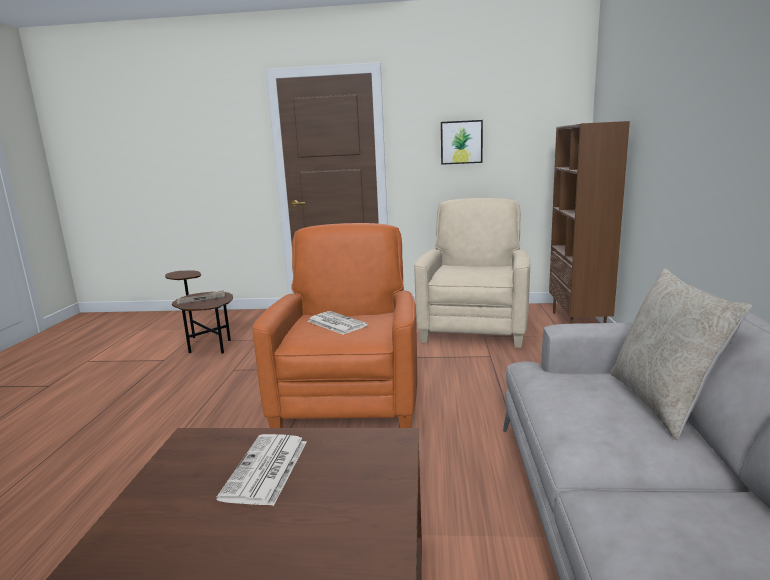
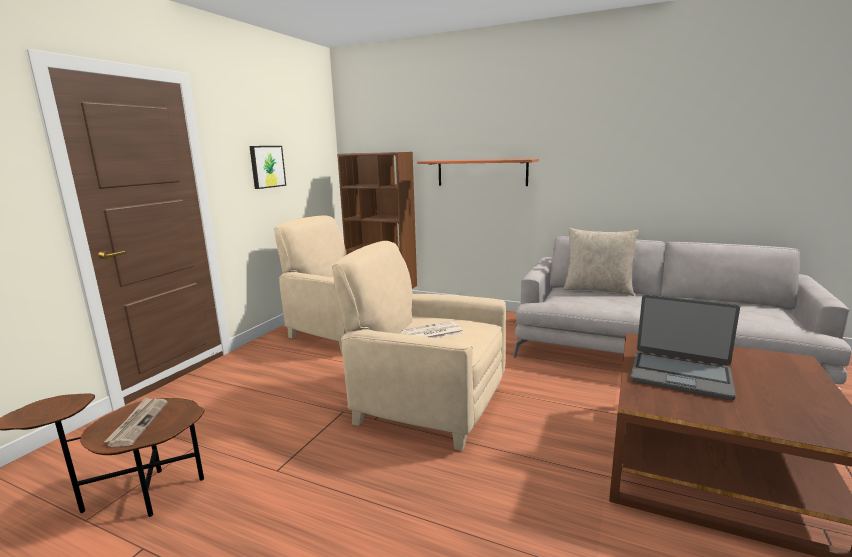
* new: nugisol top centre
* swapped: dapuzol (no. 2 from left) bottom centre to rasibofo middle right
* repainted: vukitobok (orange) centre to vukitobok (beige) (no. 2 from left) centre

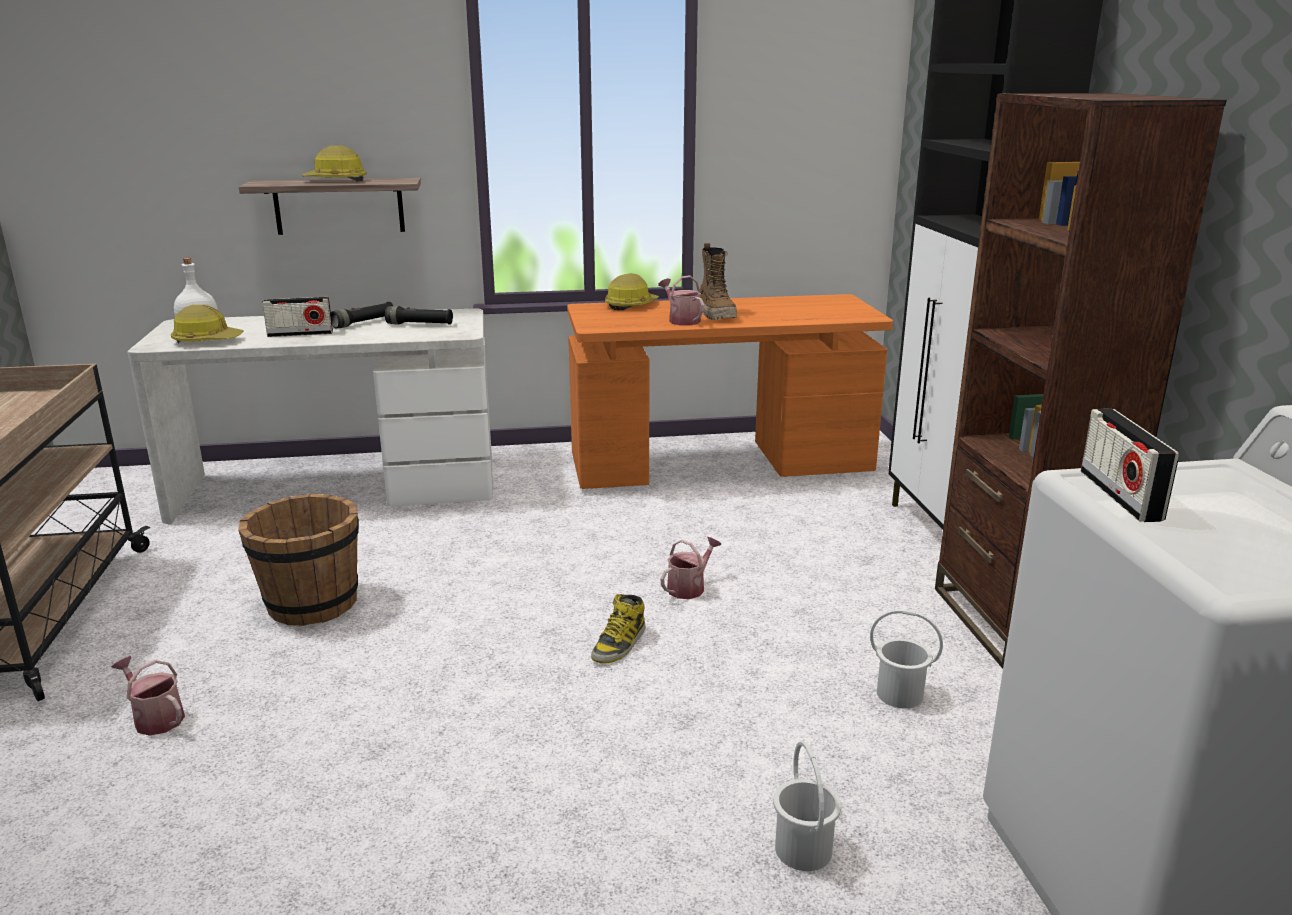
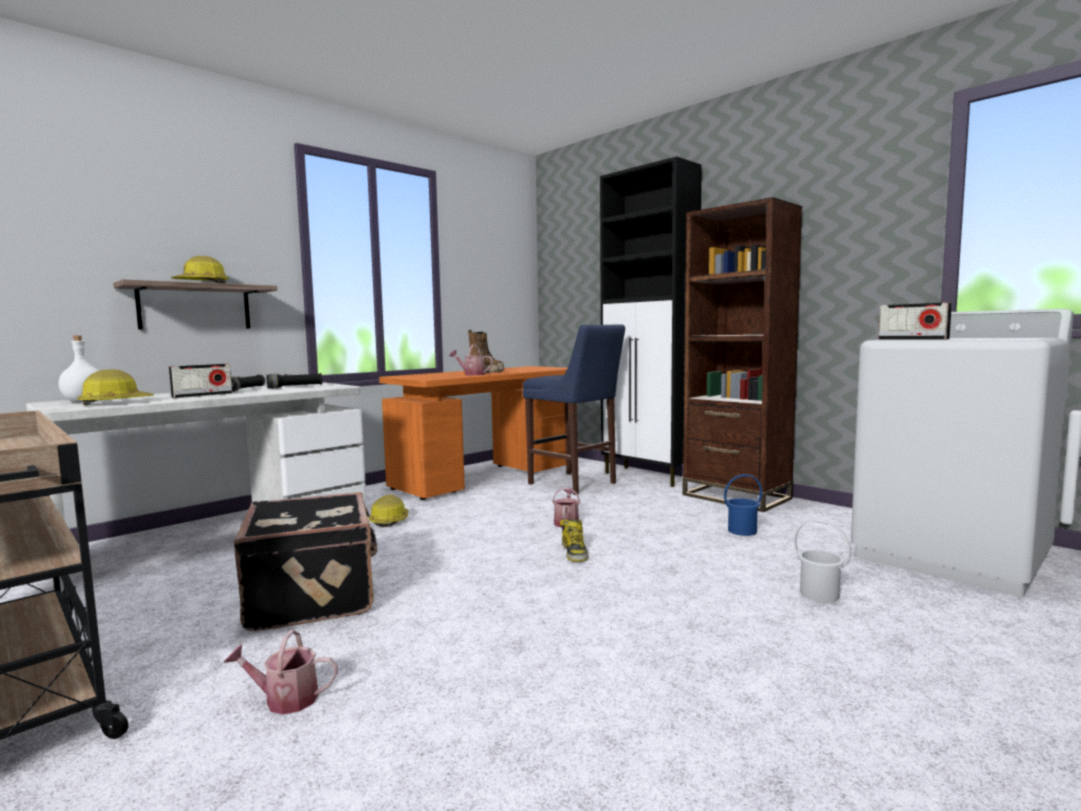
* new: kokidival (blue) centre
* shifted: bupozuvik (no. 3 from left) top centre to centre
* swapped: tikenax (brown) middle left to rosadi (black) bottom left
* repainted: tikenax (white) (no. 2 from left) bottom right to tikenax (blue) middle right

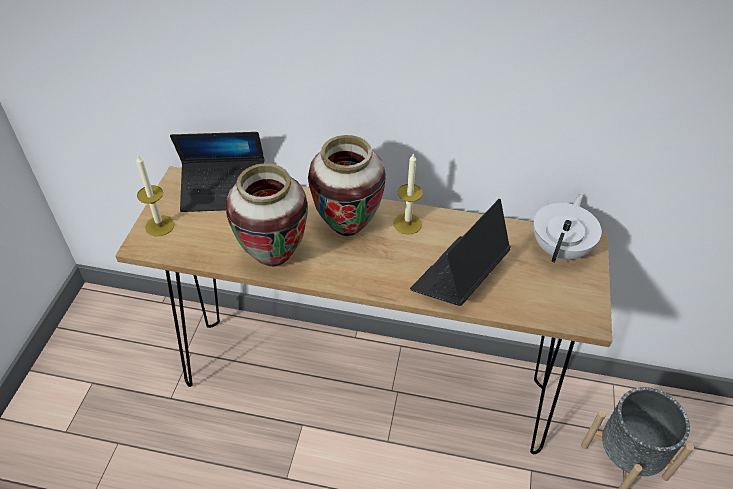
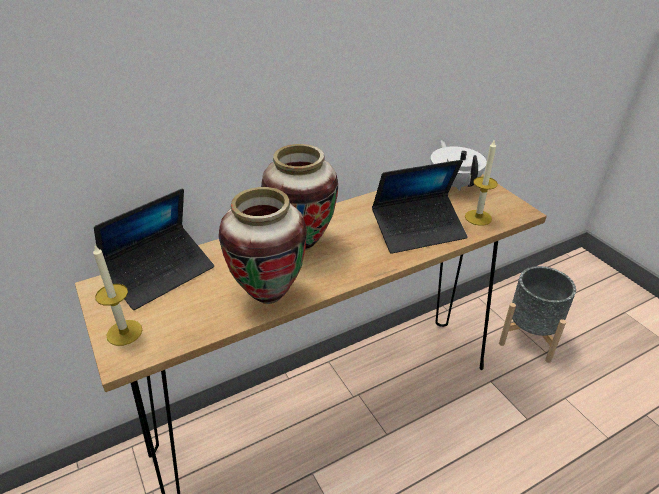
* shifted: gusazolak (no. 2 from left) centre to middle right
* rotated: rasibofo (no. 2 from left) centre = centre 105 degrees counterclockwise

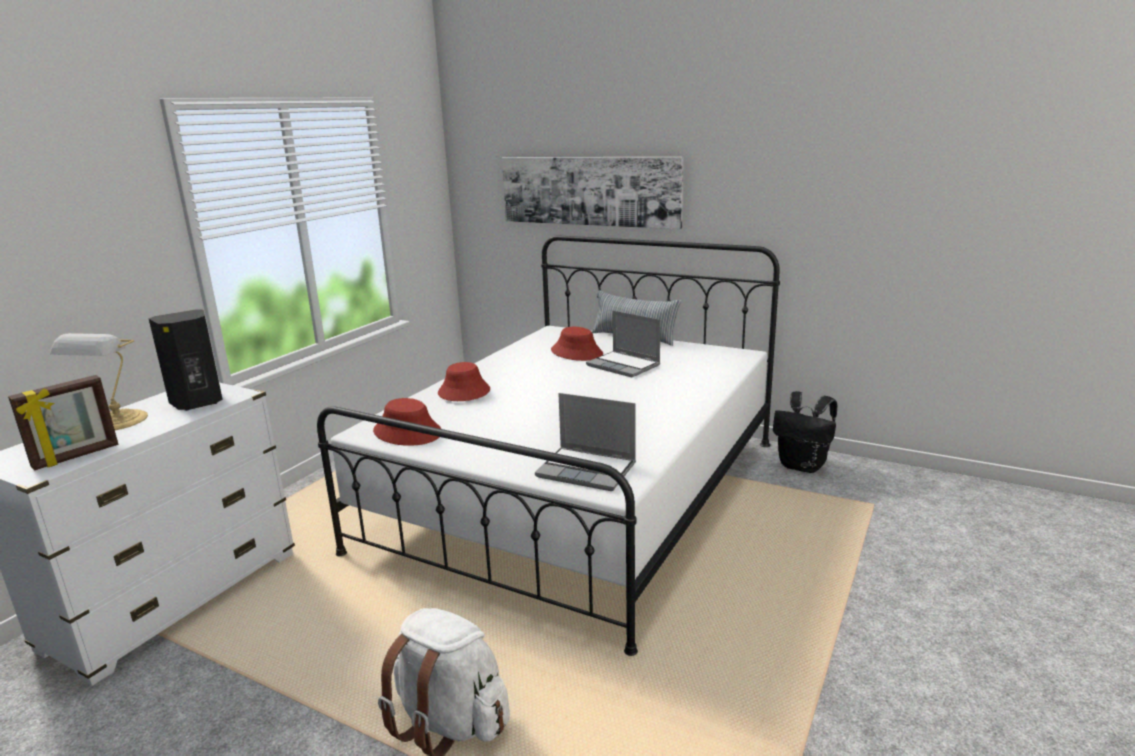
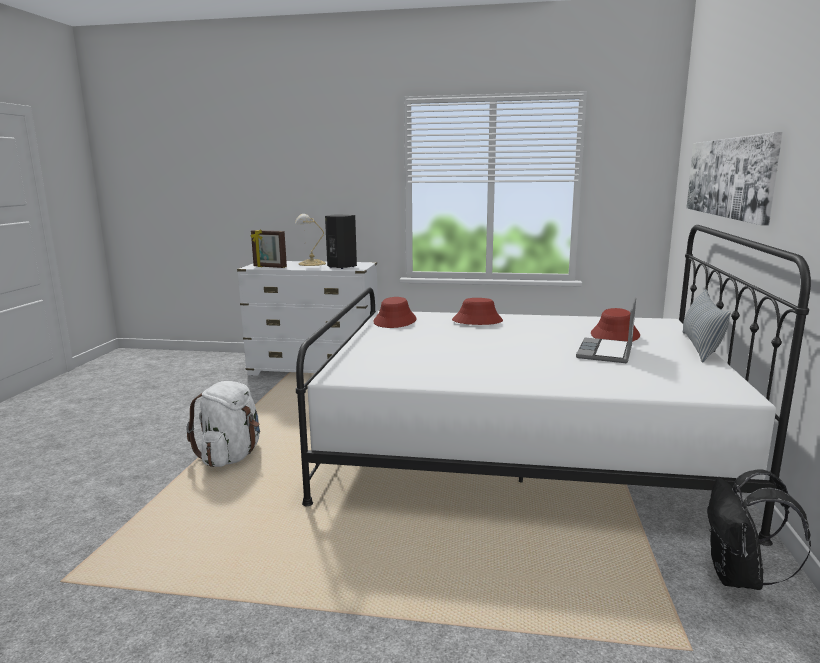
* gone: rasibofo (no. 1 from left) centre

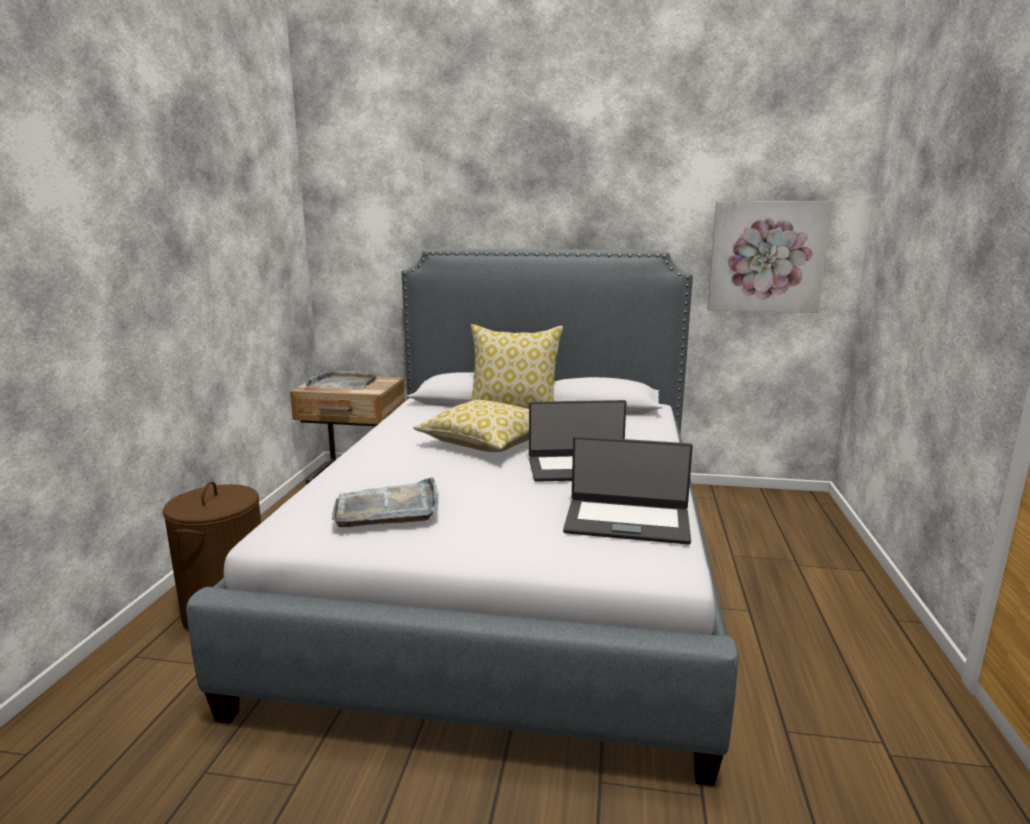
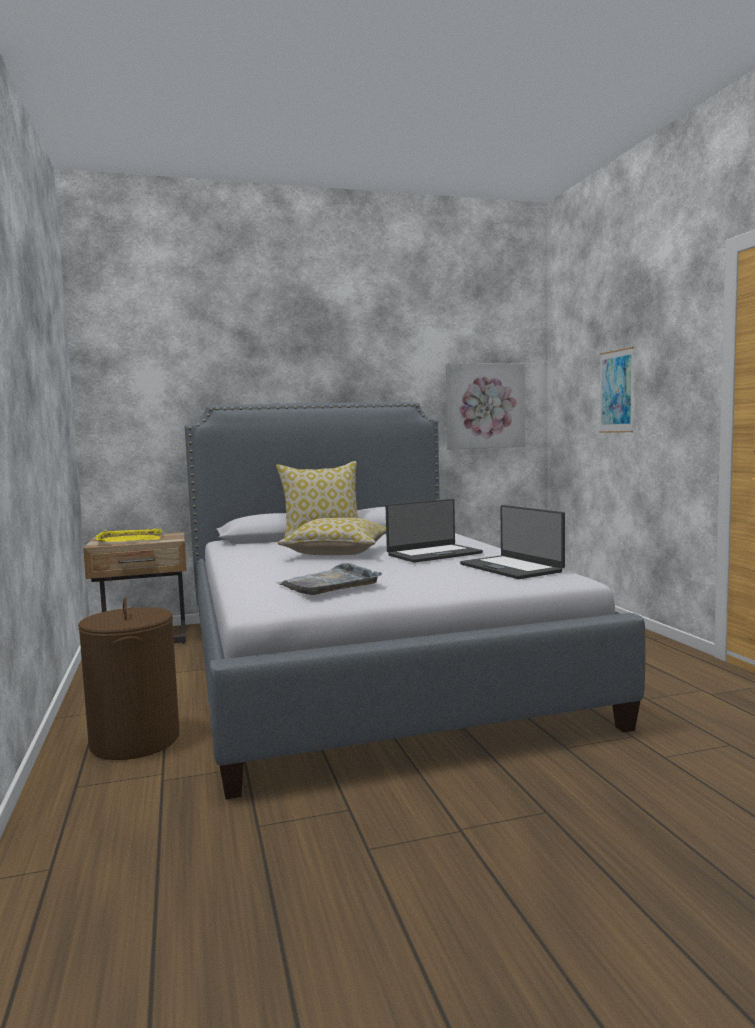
* new: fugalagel (no. 2 from left) middle right
* repainted: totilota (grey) (no. 1 from left) middle left to totilota (yellow) middle left
* rotated: rasibofo (no. 2 from left) centre = middle right 75 degrees clockwise

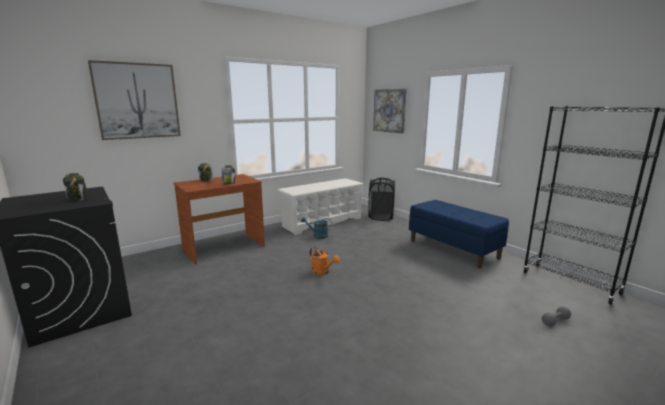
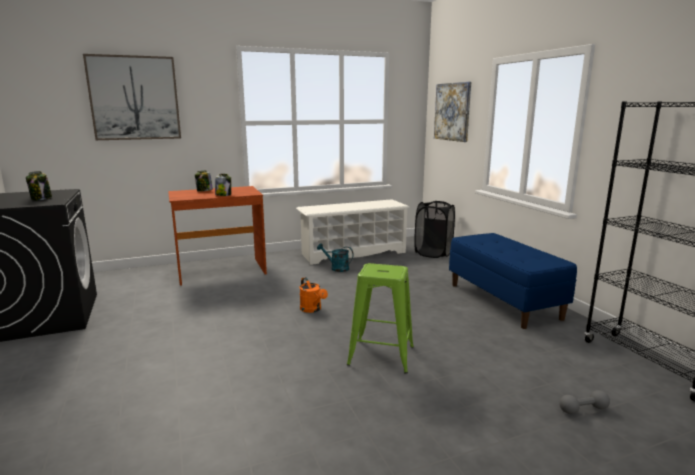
* new: kokidival (green) bottom centre

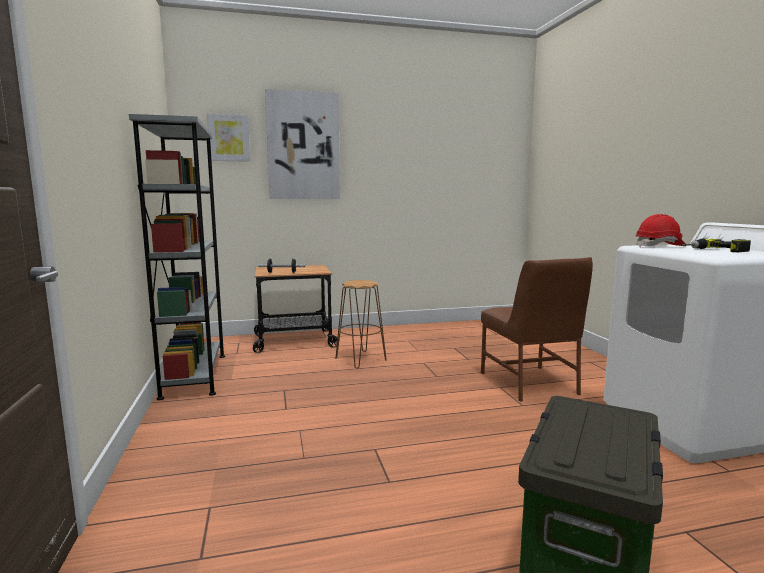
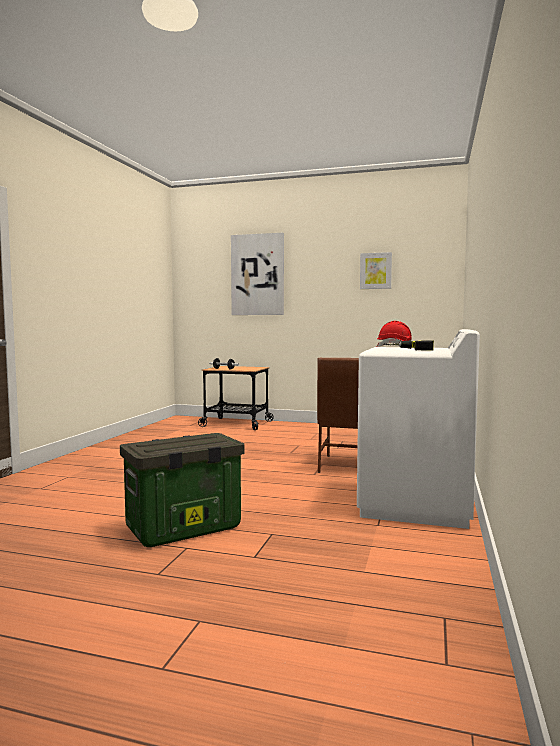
* gone: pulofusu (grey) middle left
* gone: kokidival (brown) centre
* shifted: fugalagel (no. 1 from left in the first image) top left to fugalagel (no. 2 from left) middle right

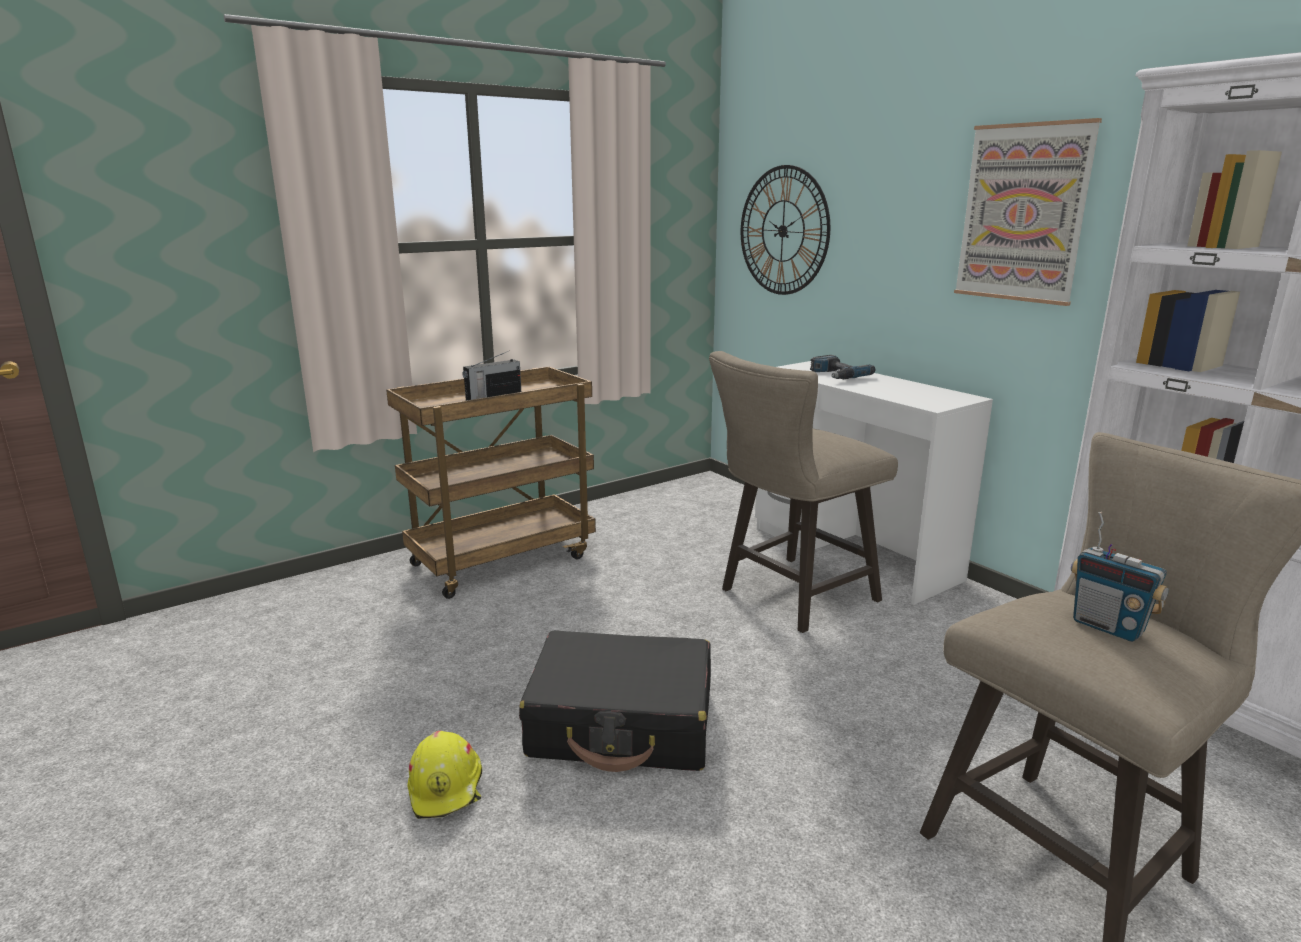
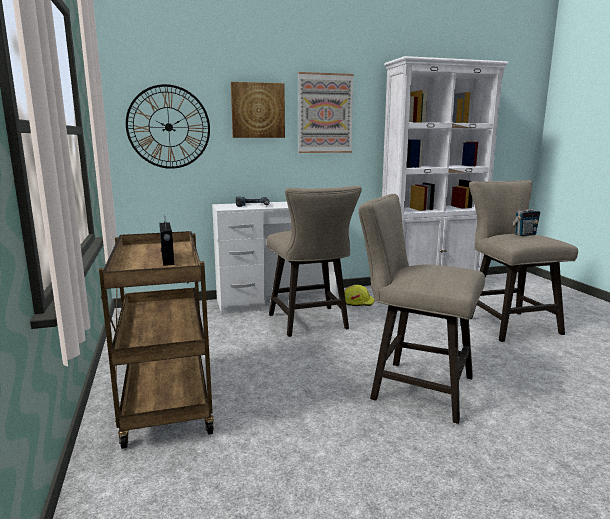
* new: fugalagel (no. 1 from left) top centre
* shifted: bupozuvik (yellow) bottom centre to centre
* swapped: rosadi (black) bottom centre to kokidival (beige) (no. 2 from left) middle right

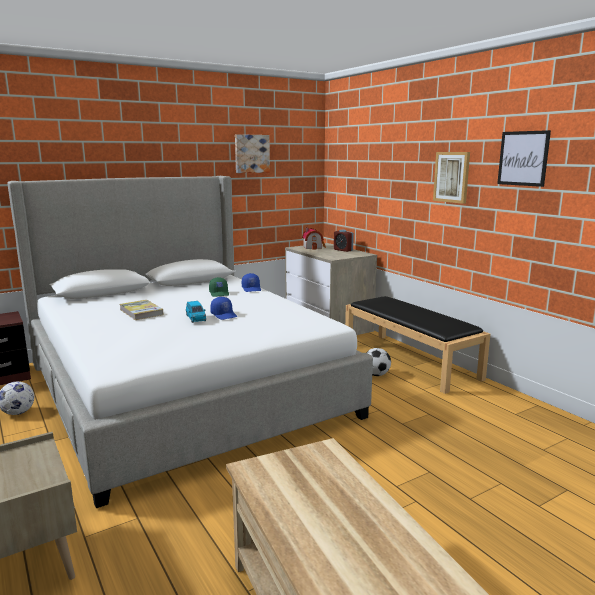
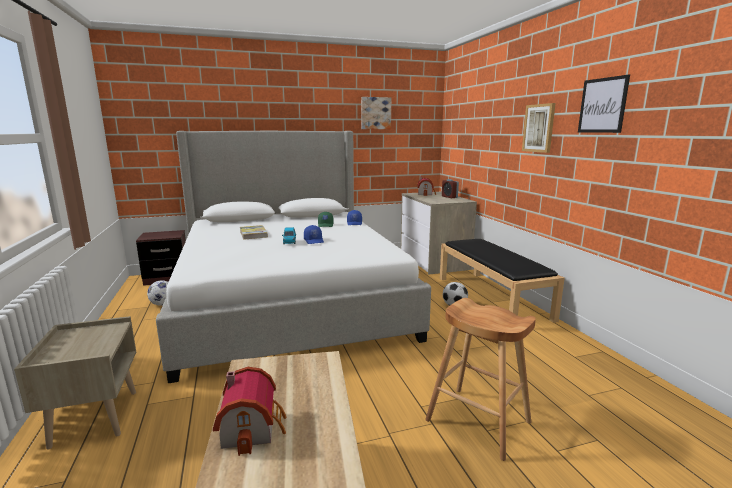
* new: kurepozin (no. 1 from left) bottom centre
* new: kokidival (brown) bottom centre

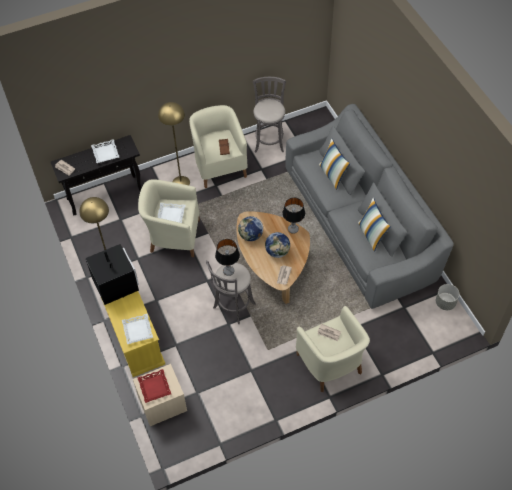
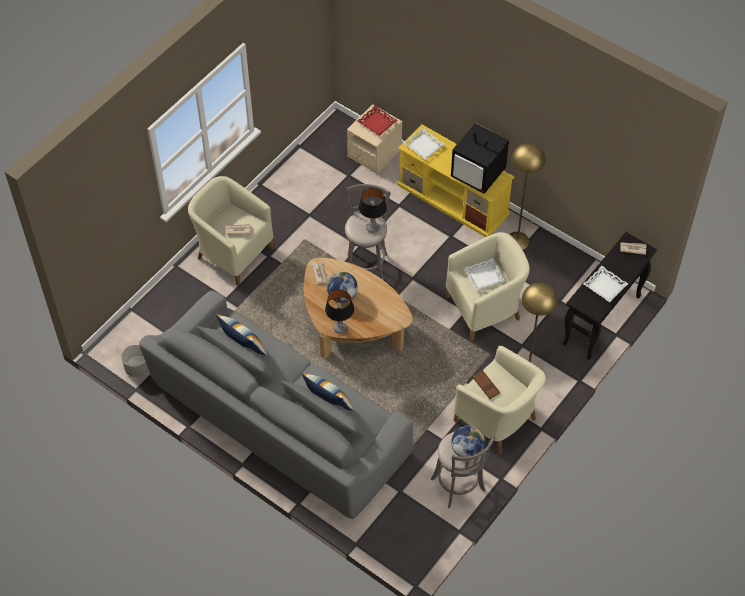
* shifted: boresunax (no. 1 from left in the first image) centre to boresunax (no. 2 from left) bottom centre

